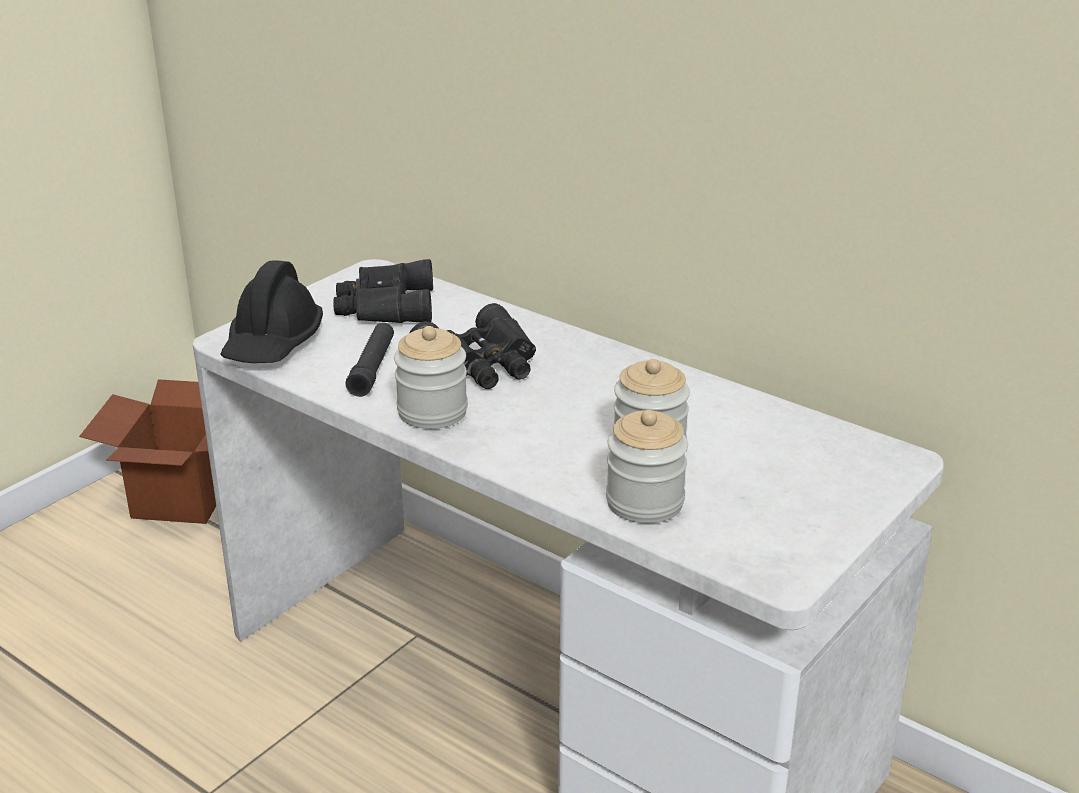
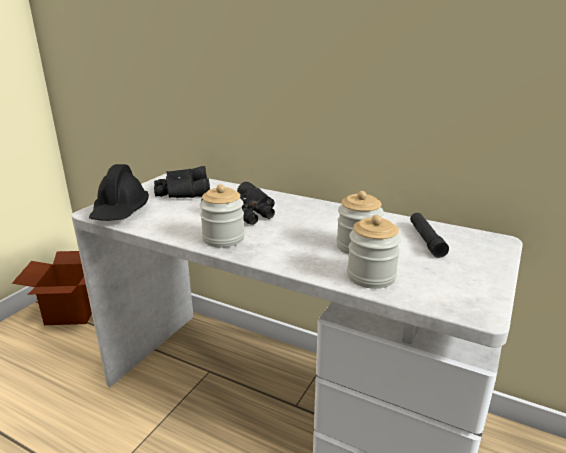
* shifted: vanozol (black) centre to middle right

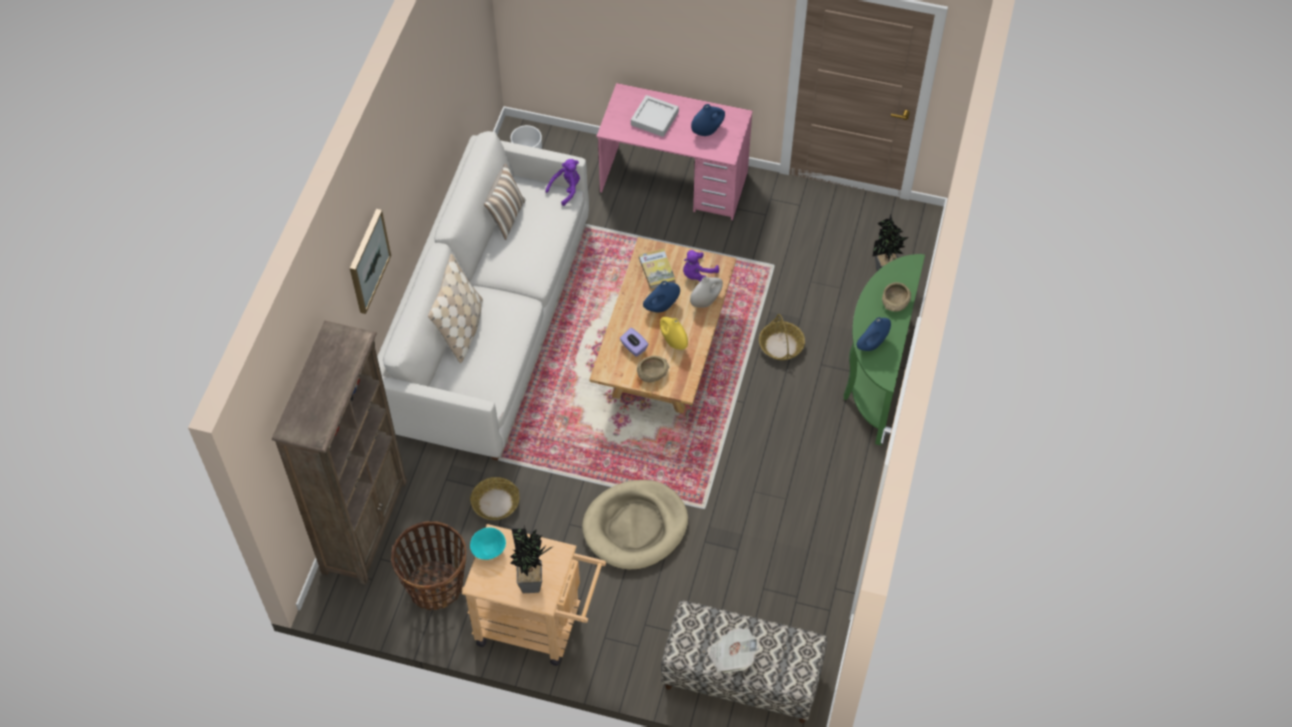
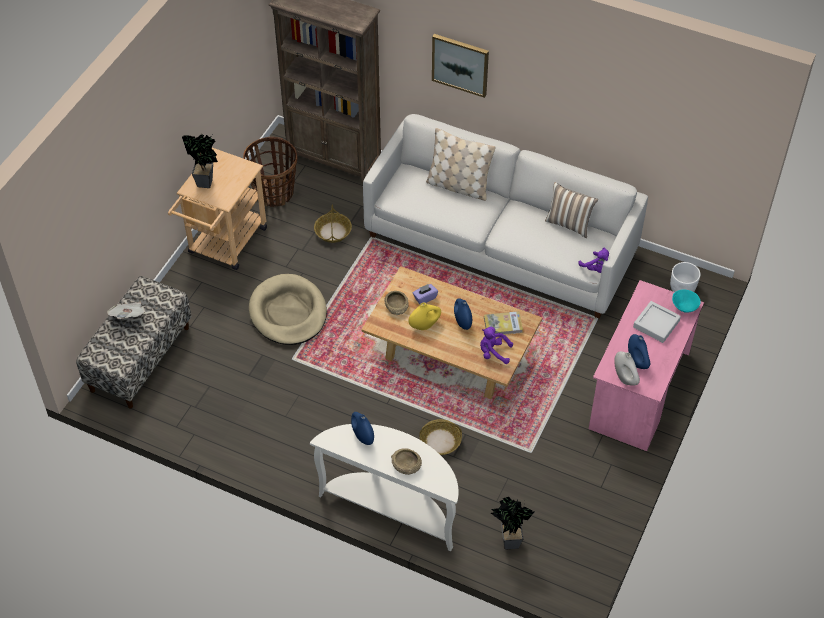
* shifted: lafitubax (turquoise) bottom centre to middle right
* shifted: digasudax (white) centre to middle right
* repainted: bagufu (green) middle right to bagufu (white) bottom centre
* rotated: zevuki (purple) (no. 2 from left in the first image) centre = centre 45 degrees counterclockwise

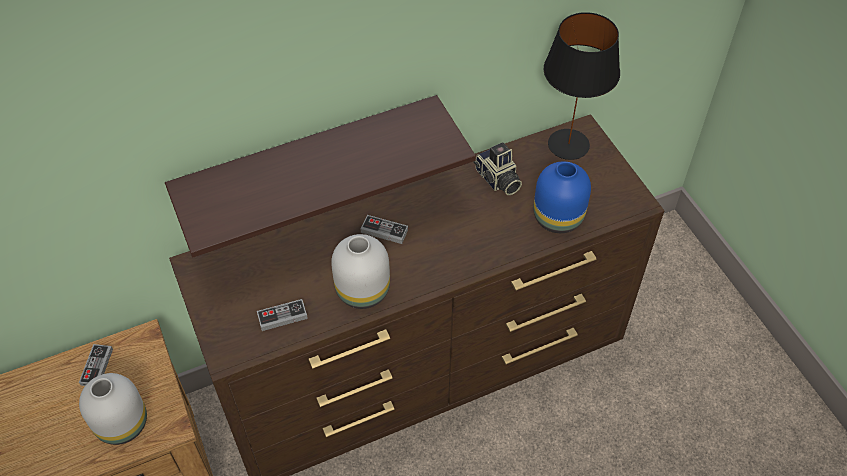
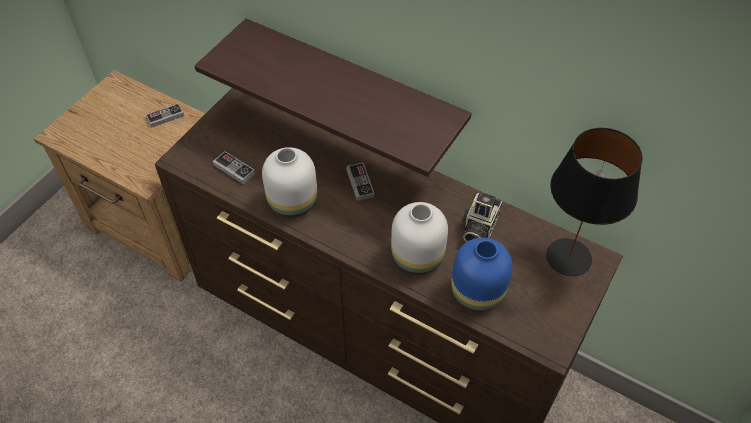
* shifted: digasudax (white) (no. 1 from left in the first image) bottom left to digasudax (white) (no. 2 from left) centre

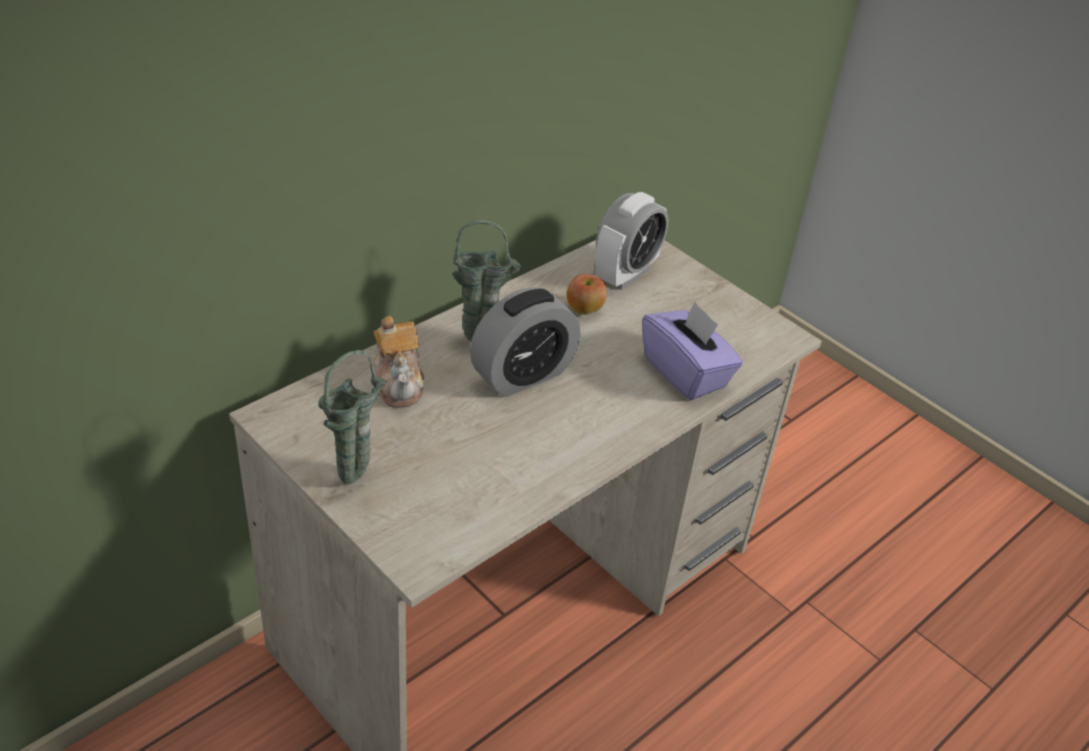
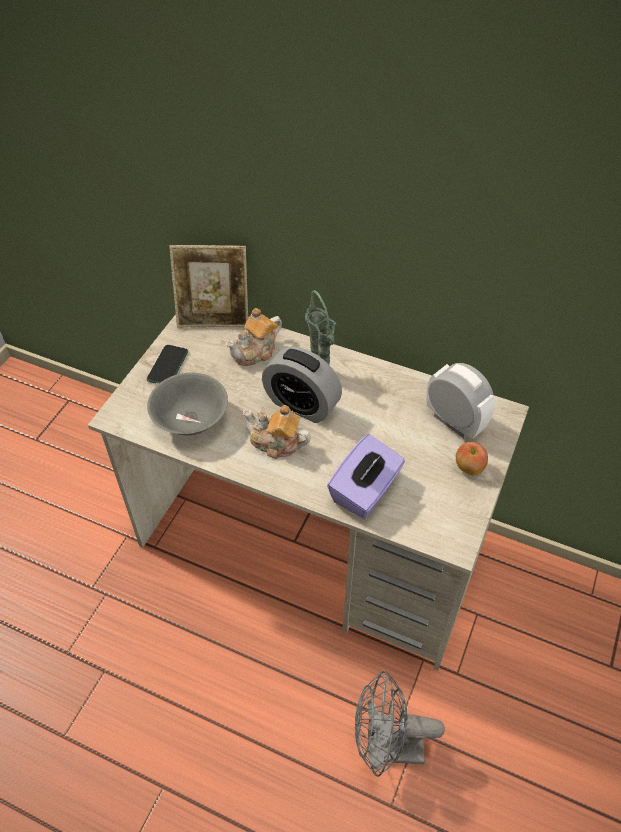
* new: lafitubax (grey) middle left
* new: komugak centre
* new: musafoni (no. 2 from left) centre
* new: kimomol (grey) bottom centre
* shifted: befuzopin centre to middle right
* swapped: digasudax (green) (no. 1 from left) middle left to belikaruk middle left
* rotated: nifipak (no. 2 from left) top centre = middle right 150 degrees counterclockwise

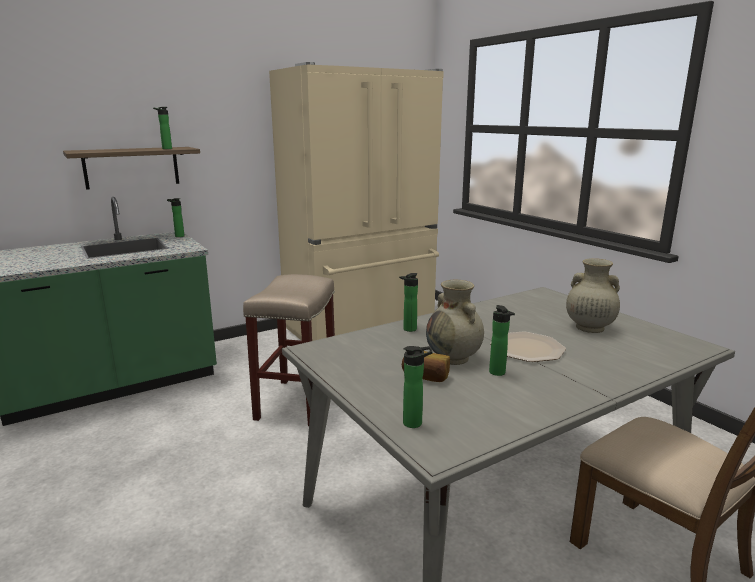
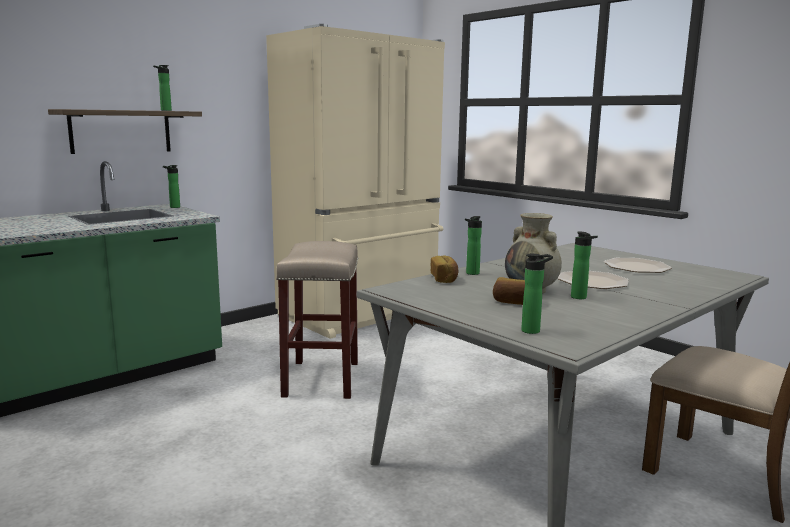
* new: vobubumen (no. 1 from left) centre
* swapped: digasudax (beige) (no. 2 from left) middle right to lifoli (no. 2 from left) middle right

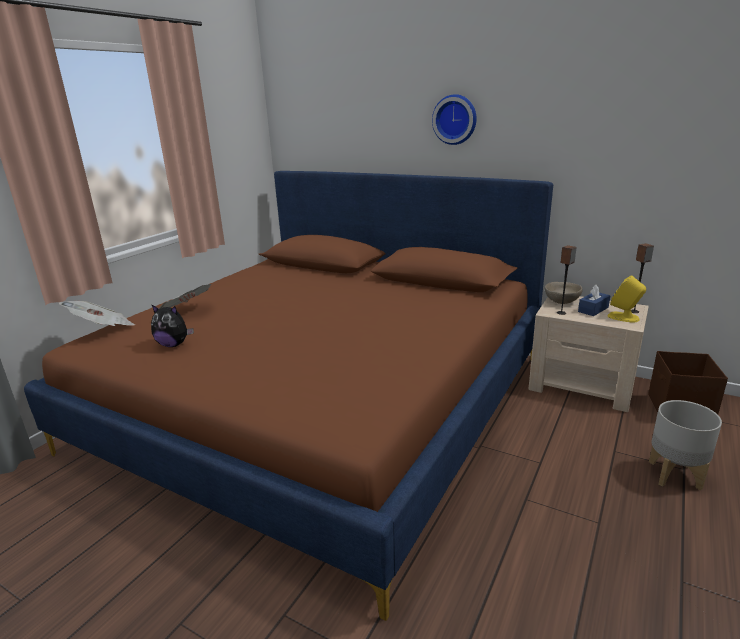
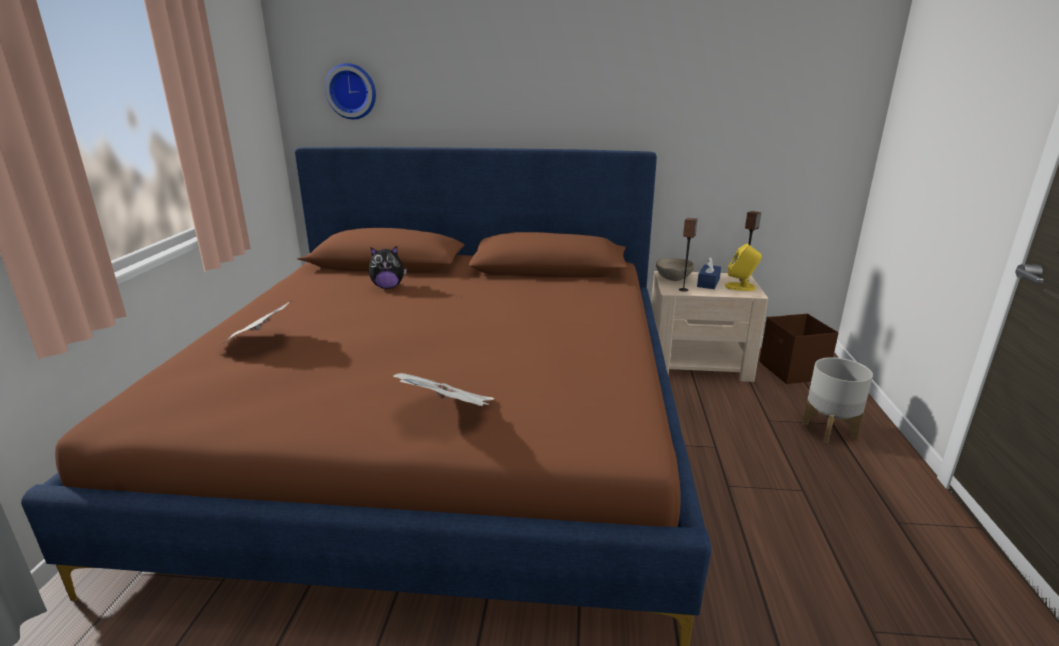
* shifted: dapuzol (no. 1 from left in the first image) middle left to dapuzol (no. 2 from left) centre
* shifted: zevuki middle left to centre
* shifted: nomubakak top centre to top left

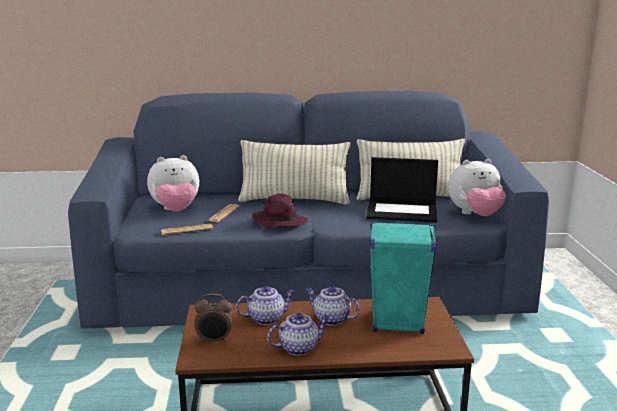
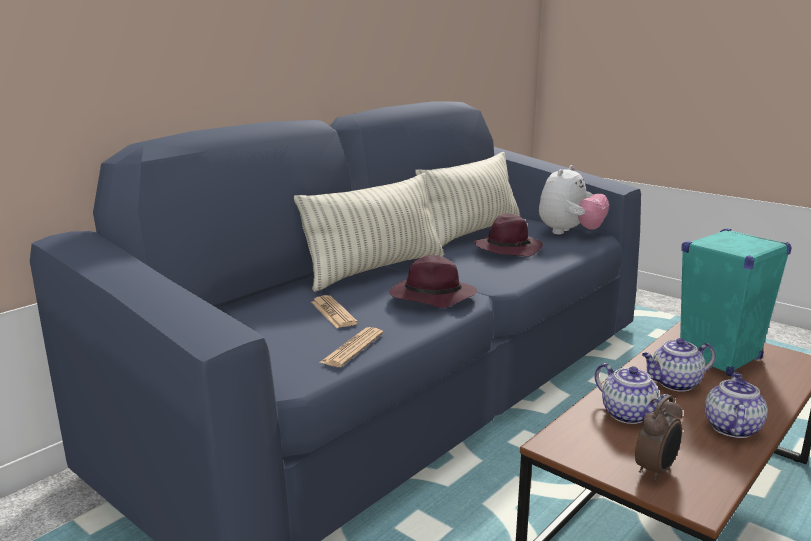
* gone: zevuki (no. 1 from left) middle left
* swapped: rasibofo centre to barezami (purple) (no. 2 from left) centre
* rotated: musafoni (no. 1 from left) bottom centre = bottom right 120 degrees clockwise

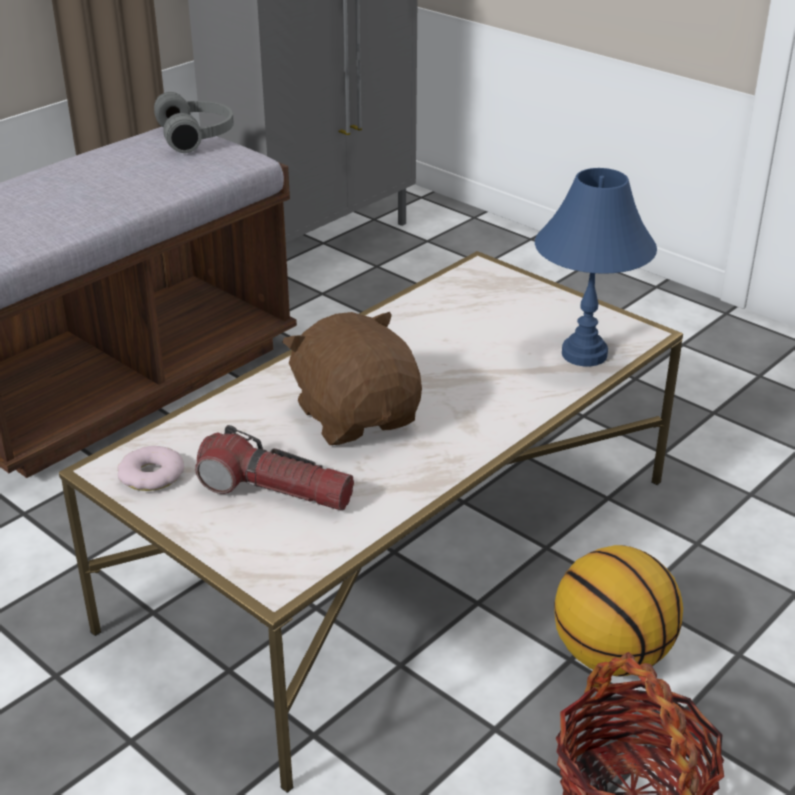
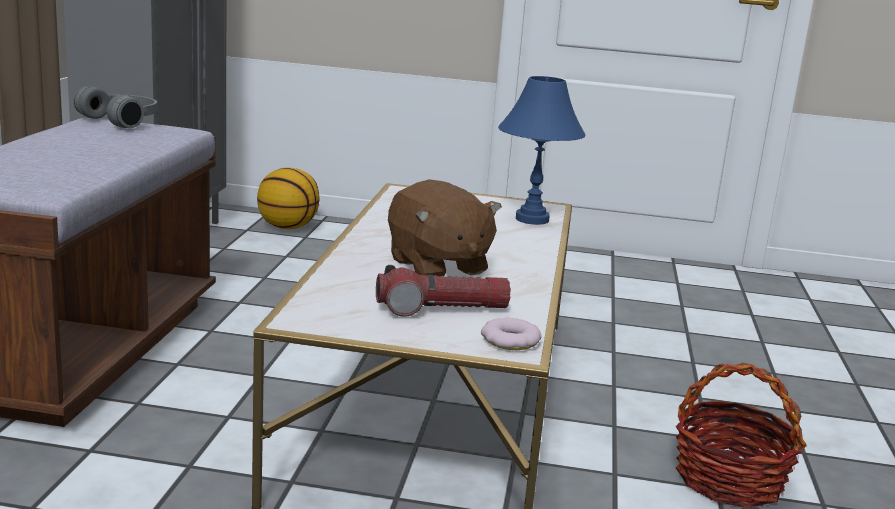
* shifted: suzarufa middle left to centre
* shifted: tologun bottom right to middle left
* rotated: zevuki (brown) centre = centre 150 degrees counterclockwise

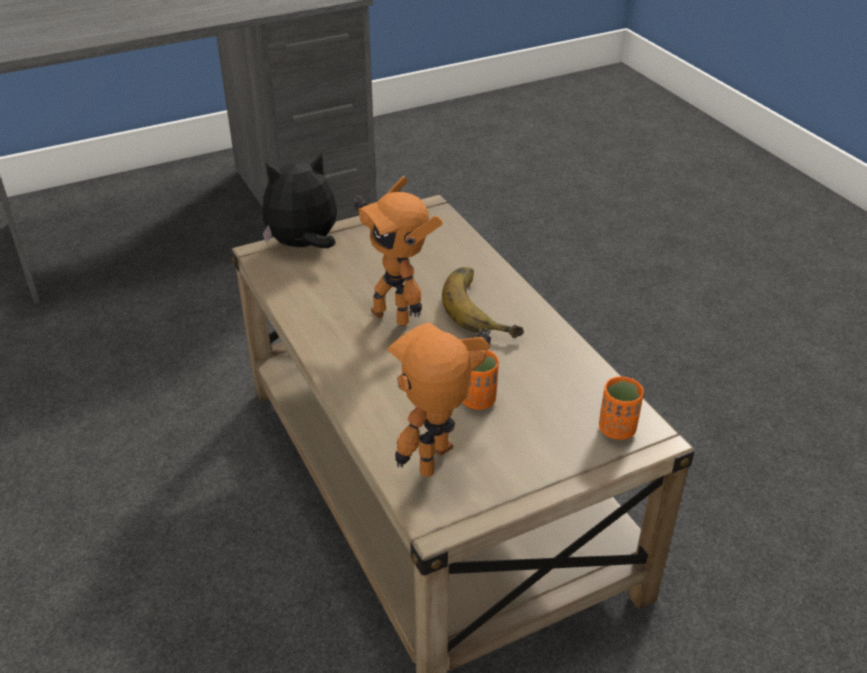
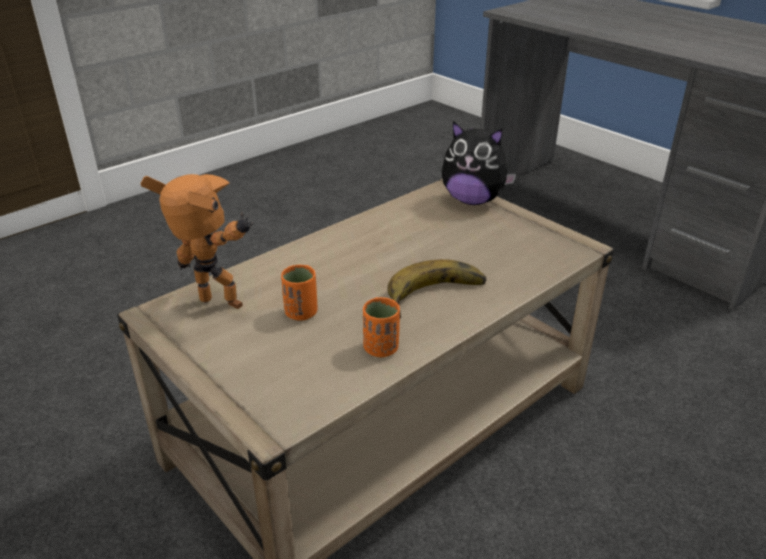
* gone: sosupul (no. 1 from left) centre
* shifted: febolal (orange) (no. 2 from left) middle right to centre
* rotated: zevuki top centre = top centre 150 degrees clockwise

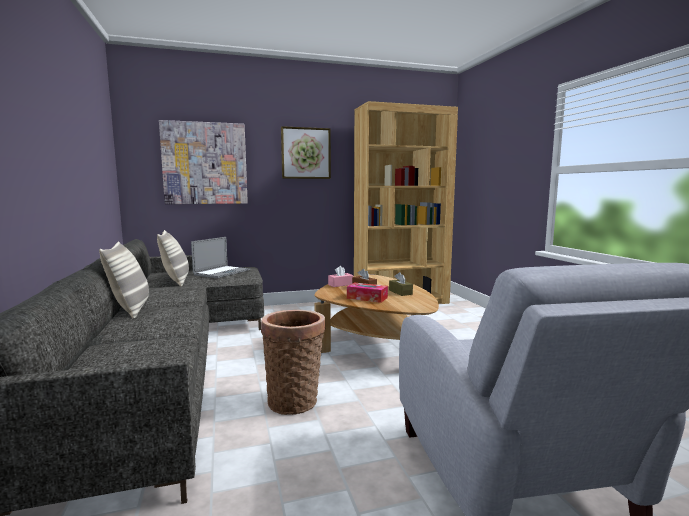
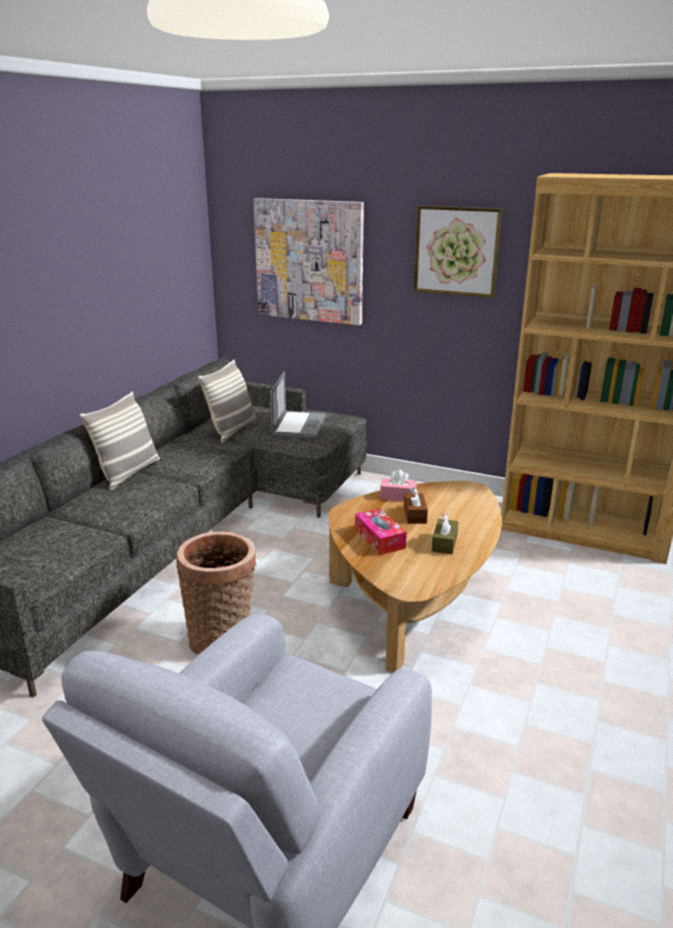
* rotated: rasibofo middle left = centre 60 degrees counterclockwise

